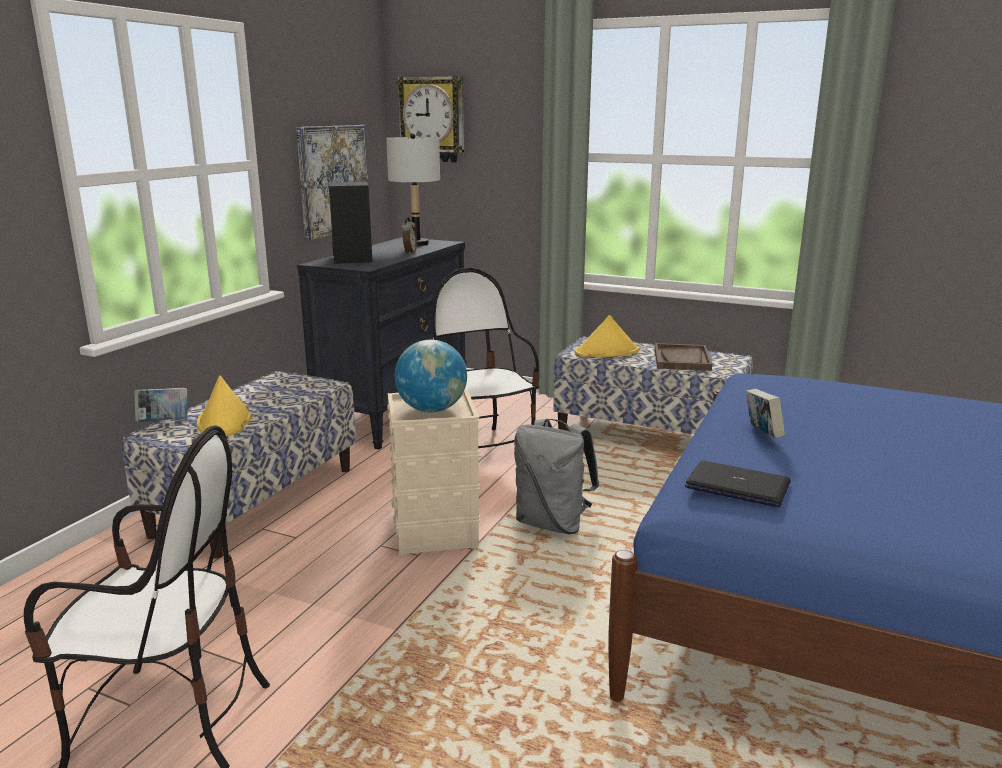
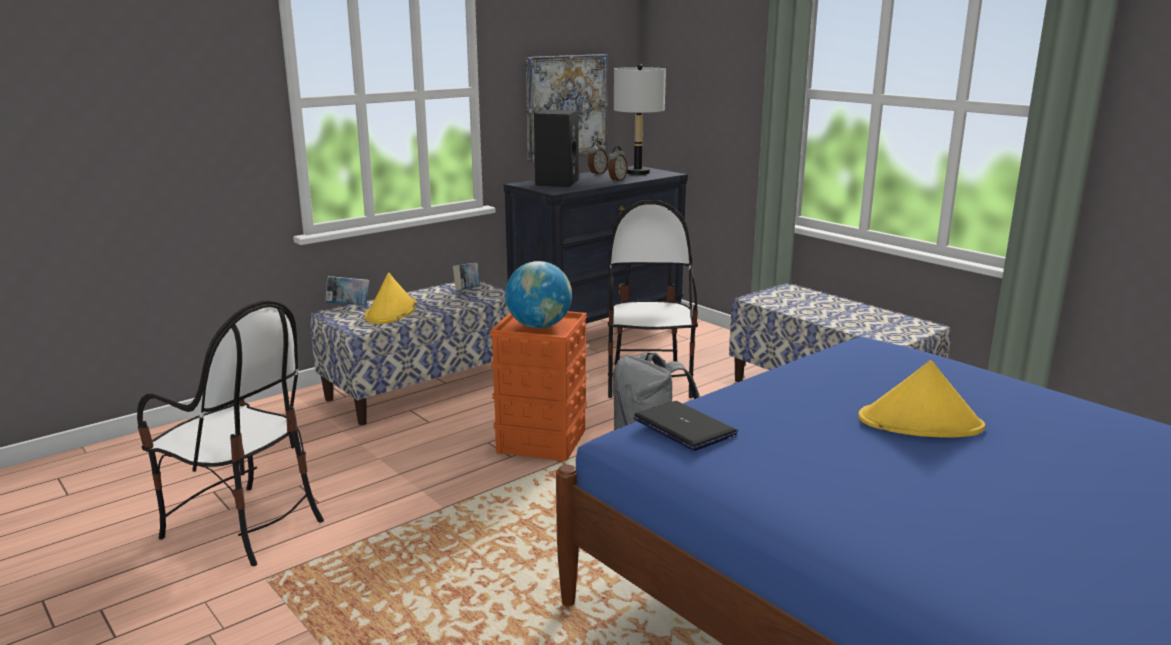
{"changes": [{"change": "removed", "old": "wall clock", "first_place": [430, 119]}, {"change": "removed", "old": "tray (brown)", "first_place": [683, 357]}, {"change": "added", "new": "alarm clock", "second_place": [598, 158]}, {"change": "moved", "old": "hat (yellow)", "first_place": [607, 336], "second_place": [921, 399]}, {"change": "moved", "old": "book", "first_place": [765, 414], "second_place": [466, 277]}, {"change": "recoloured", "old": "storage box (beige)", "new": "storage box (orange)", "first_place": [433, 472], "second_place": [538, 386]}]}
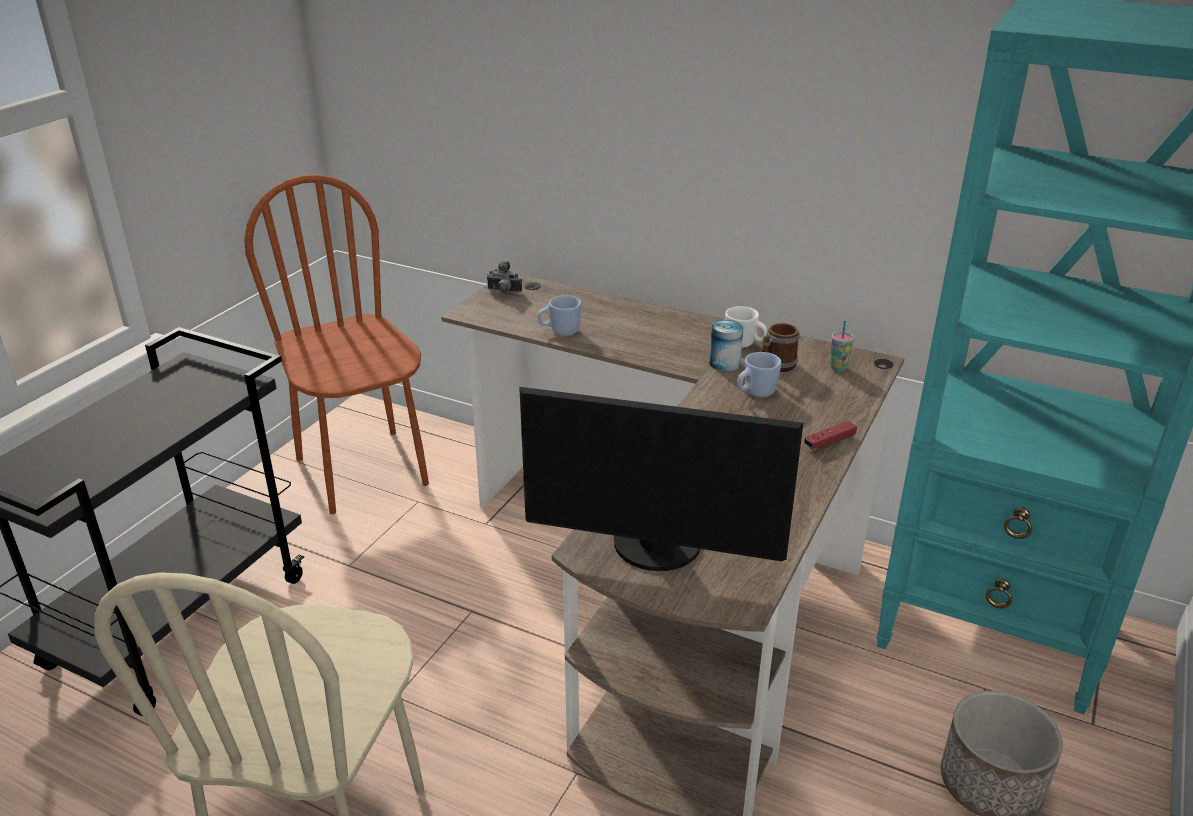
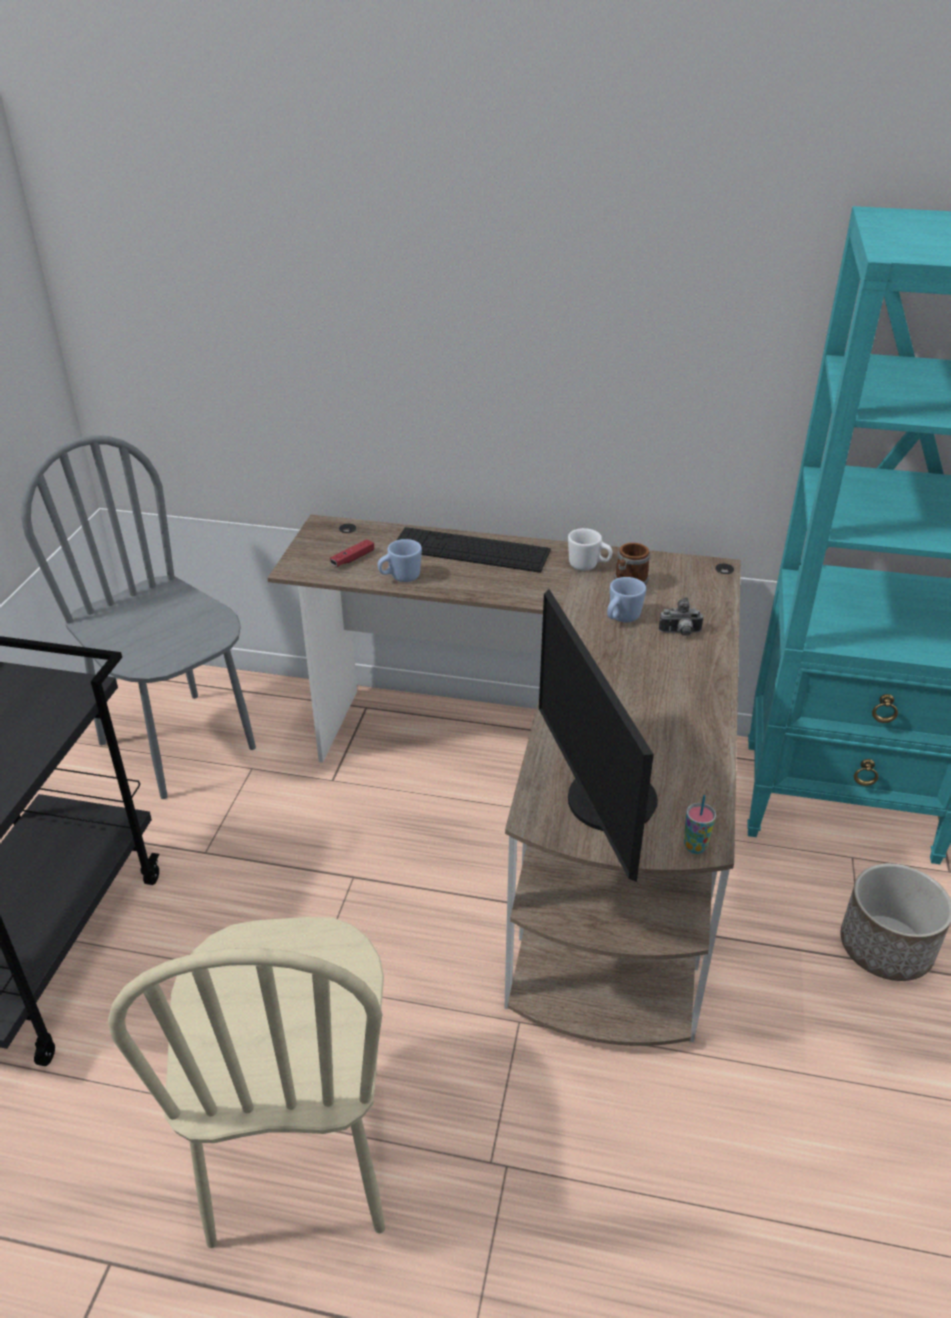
{"changes": [{"change": "removed", "old": "can", "first_place": [726, 345]}, {"change": "added", "new": "keyboard", "second_place": [474, 550]}, {"change": "moved", "old": "photo camera", "first_place": [504, 277], "second_place": [681, 616]}, {"change": "moved", "old": "game controller (red)", "first_place": [830, 435], "second_place": [352, 553]}, {"change": "moved", "old": "cup", "first_place": [842, 346], "second_place": [700, 824]}, {"change": "recoloured", "old": "chair (brown)", "new": "chair (grey)", "first_place": [336, 344], "second_place": [138, 617]}, {"change": "turned", "old": "monitor", "first_place": [661, 479], "second_place": [598, 735], "degrees": 75}]}
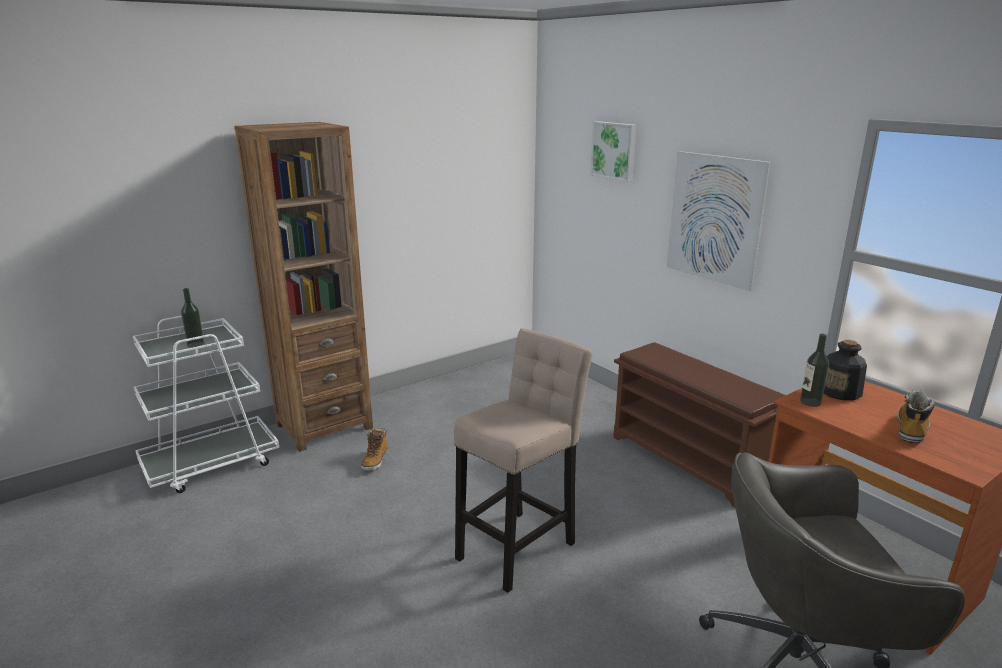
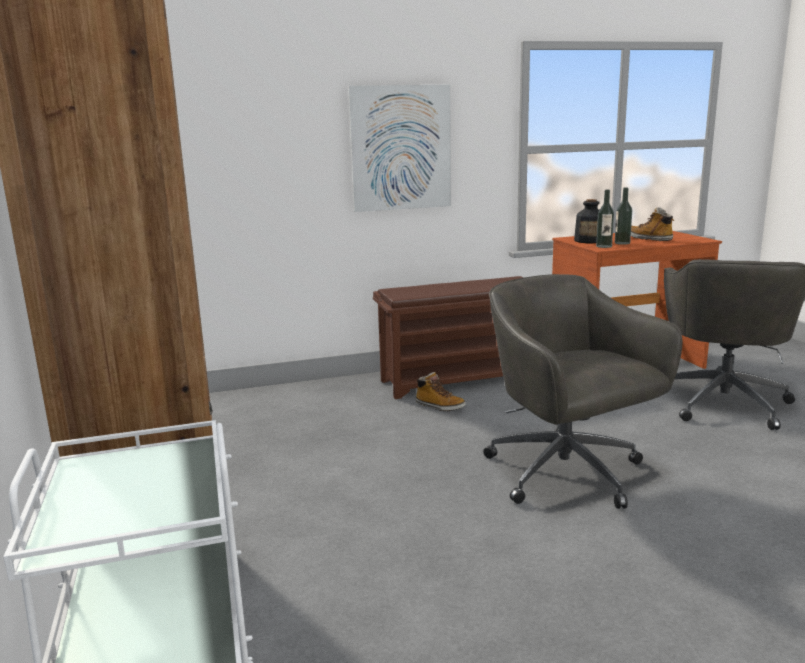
{"changes": [{"change": "removed", "old": "picture", "first_place": [613, 151]}, {"change": "moved", "old": "bottle", "first_place": [192, 318], "second_place": [623, 216]}, {"change": "moved", "old": "boot", "first_place": [374, 449], "second_place": [441, 391]}, {"change": "replaced", "old": "stool (beige)", "new": "office chair (grey)", "first_place": [523, 460], "second_place": [582, 391]}]}
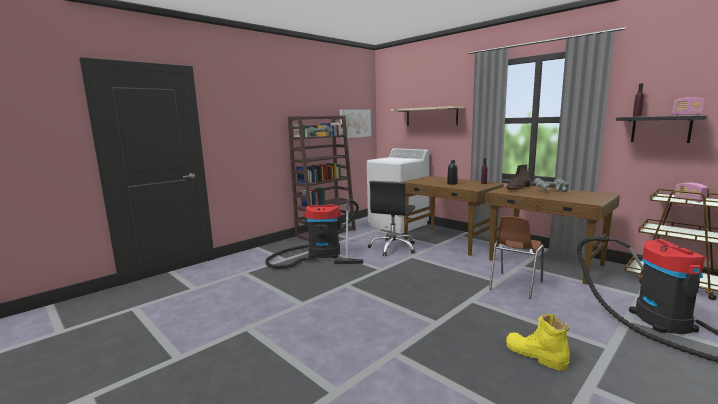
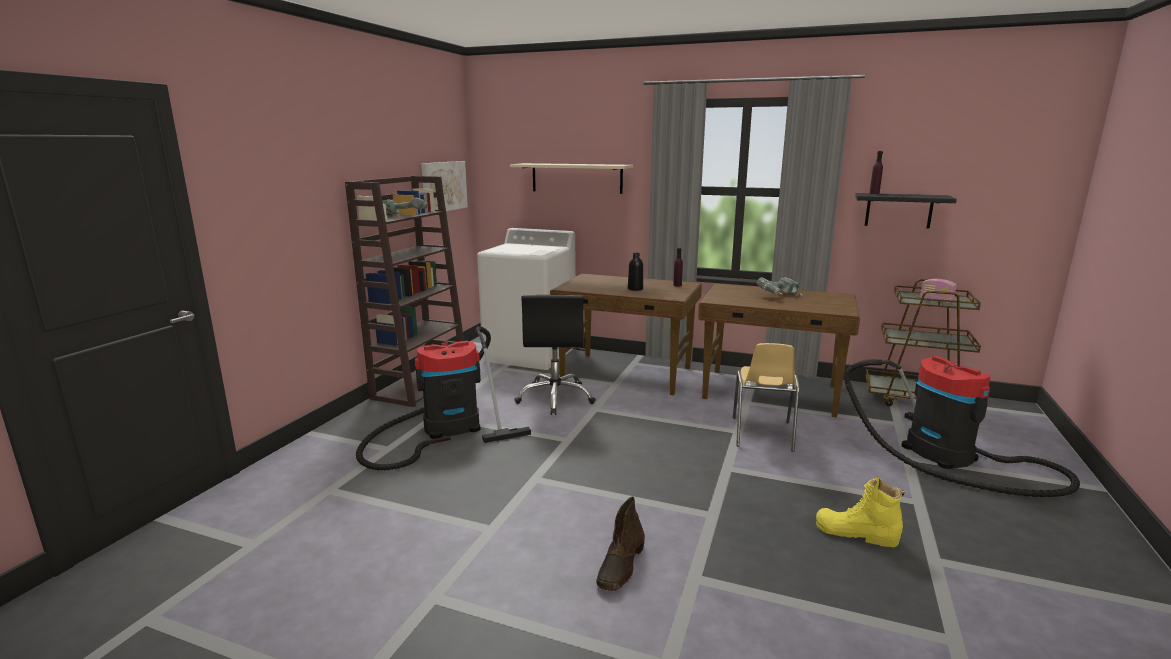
{"changes": [{"change": "removed", "old": "radio", "first_place": [688, 106]}, {"change": "moved", "old": "boot (brown)", "first_place": [518, 177], "second_place": [620, 543]}, {"change": "recoloured", "old": "chair (brown)", "new": "chair (yellow)", "first_place": [516, 257], "second_place": [766, 397]}]}
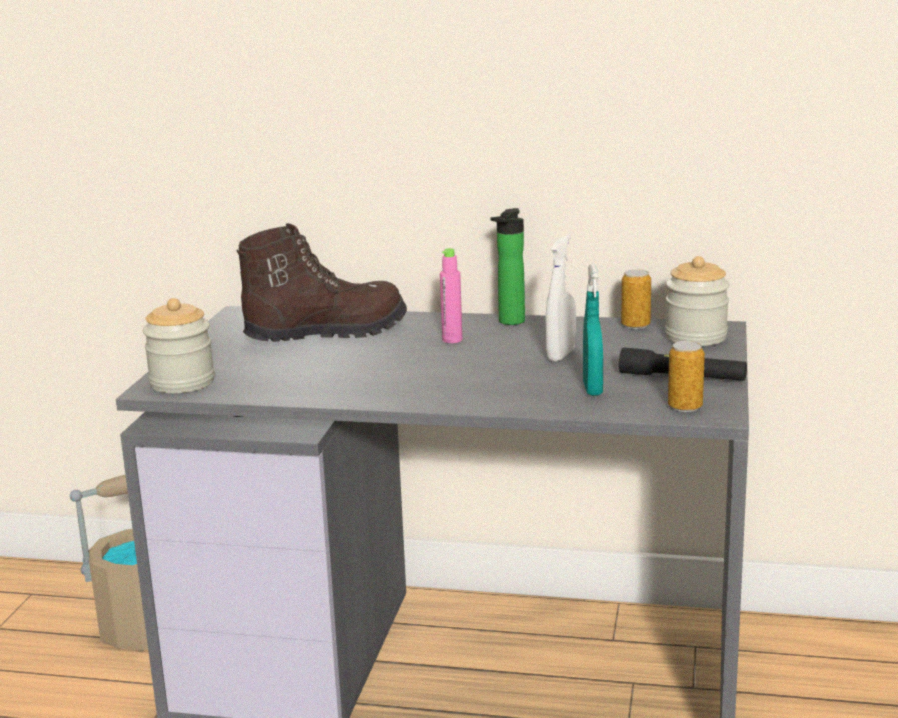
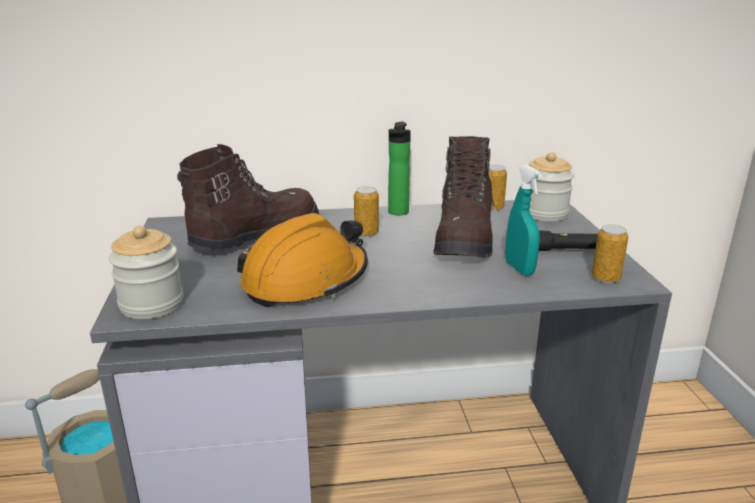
{"changes": [{"change": "added", "new": "hard hat (orange)", "second_place": [302, 260]}, {"change": "replaced", "old": "bottle (pink)", "new": "can", "first_place": [451, 295], "second_place": [366, 211]}, {"change": "replaced", "old": "spray bottle (white)", "new": "boot (brown)", "first_place": [560, 298], "second_place": [465, 197]}]}
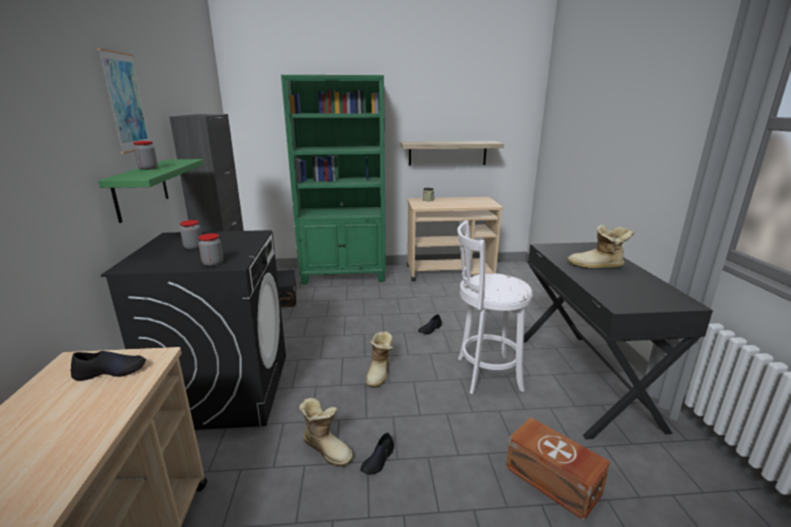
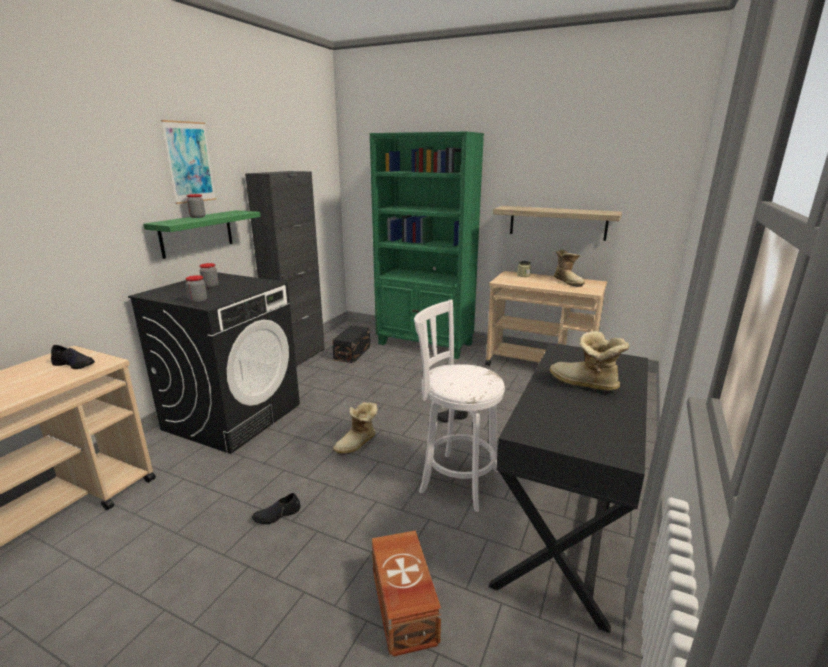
{"changes": [{"change": "moved", "old": "boot", "first_place": [326, 432], "second_place": [569, 268]}]}
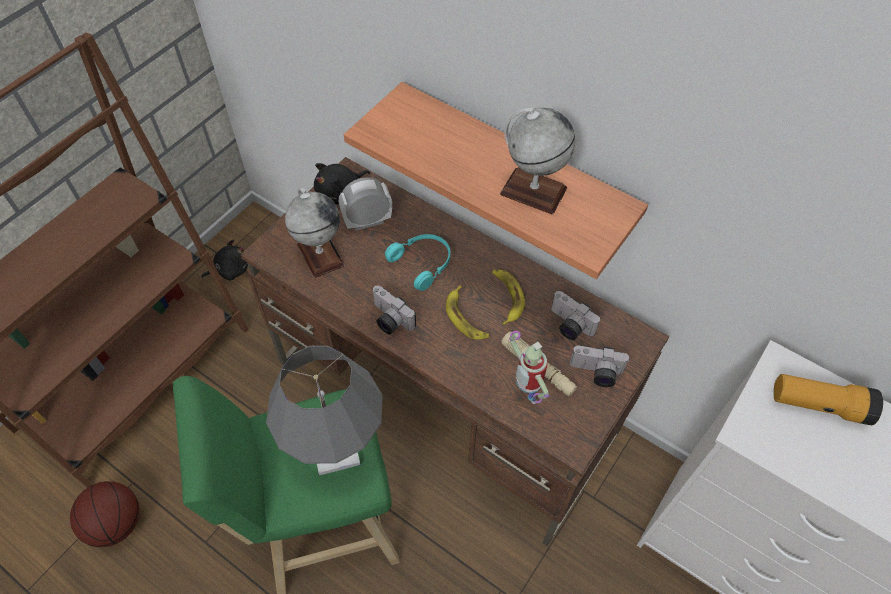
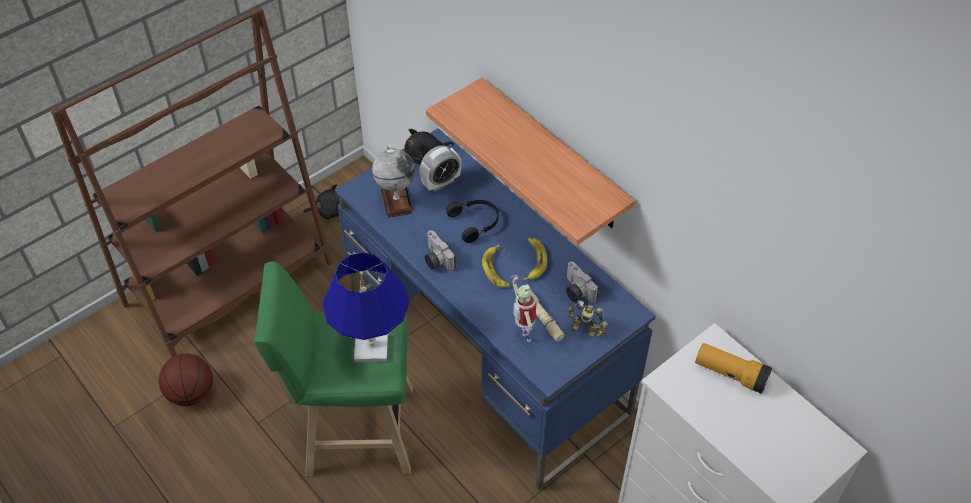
{"changes": [{"change": "removed", "old": "globe", "first_place": [537, 161]}, {"change": "replaced", "old": "photo camera", "new": "toy robot", "first_place": [600, 366], "second_place": [588, 319]}, {"change": "recoloured", "old": "desk (brown)", "new": "desk (blue)", "first_place": [454, 351], "second_place": [495, 309]}, {"change": "recoloured", "old": "table lamp (grey)", "new": "table lamp (blue)", "first_place": [324, 411], "second_place": [365, 307]}, {"change": "recoloured", "old": "headphones (turquoise)", "new": "headphones (black)", "first_place": [417, 262], "second_place": [472, 221]}, {"change": "turned", "old": "alarm clock", "first_place": [365, 203], "second_place": [440, 168], "degrees": 150}]}
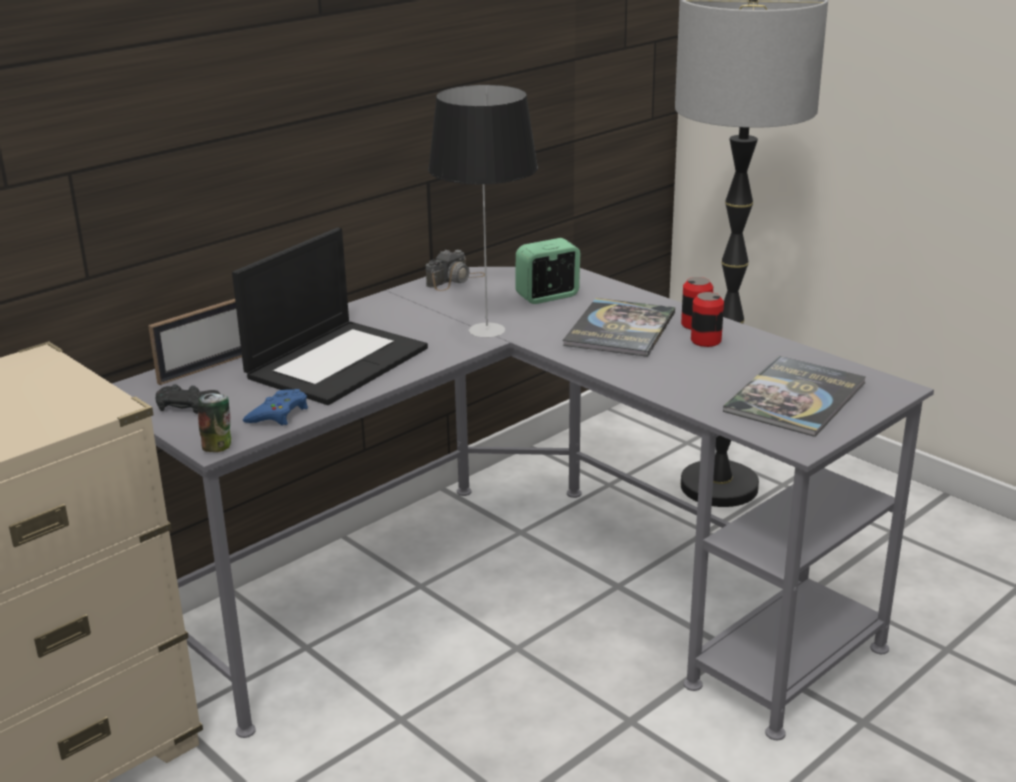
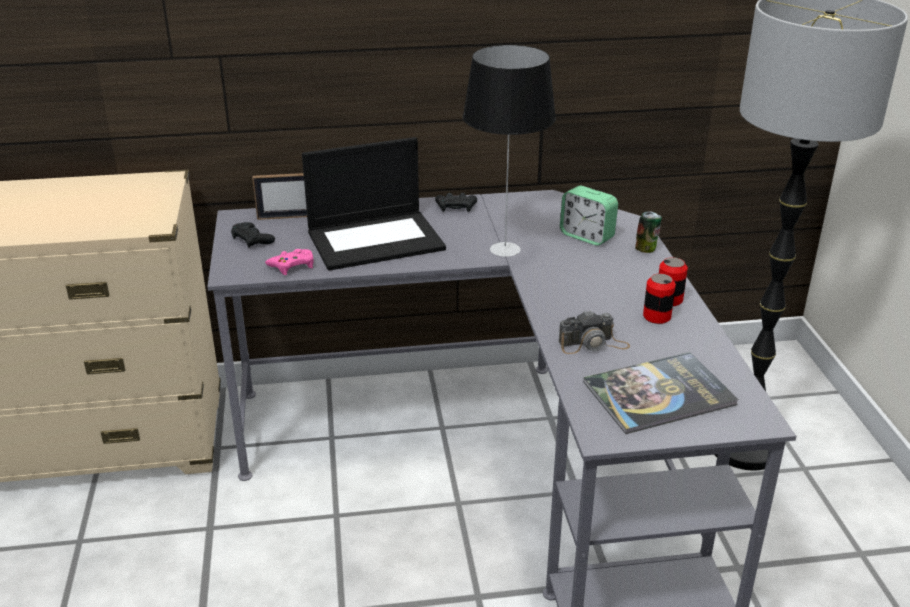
{"changes": [{"change": "removed", "old": "book", "first_place": [619, 327]}, {"change": "added", "new": "game controller (black)", "second_place": [456, 202]}, {"change": "moved", "old": "can", "first_place": [214, 422], "second_place": [648, 232]}, {"change": "moved", "old": "photo camera", "first_place": [455, 270], "second_place": [594, 332]}, {"change": "recoloured", "old": "game controller (blue)", "new": "game controller (pink)", "first_place": [275, 407], "second_place": [289, 262]}, {"change": "turned", "old": "alarm clock", "first_place": [547, 271], "second_place": [589, 216], "degrees": -150}]}
